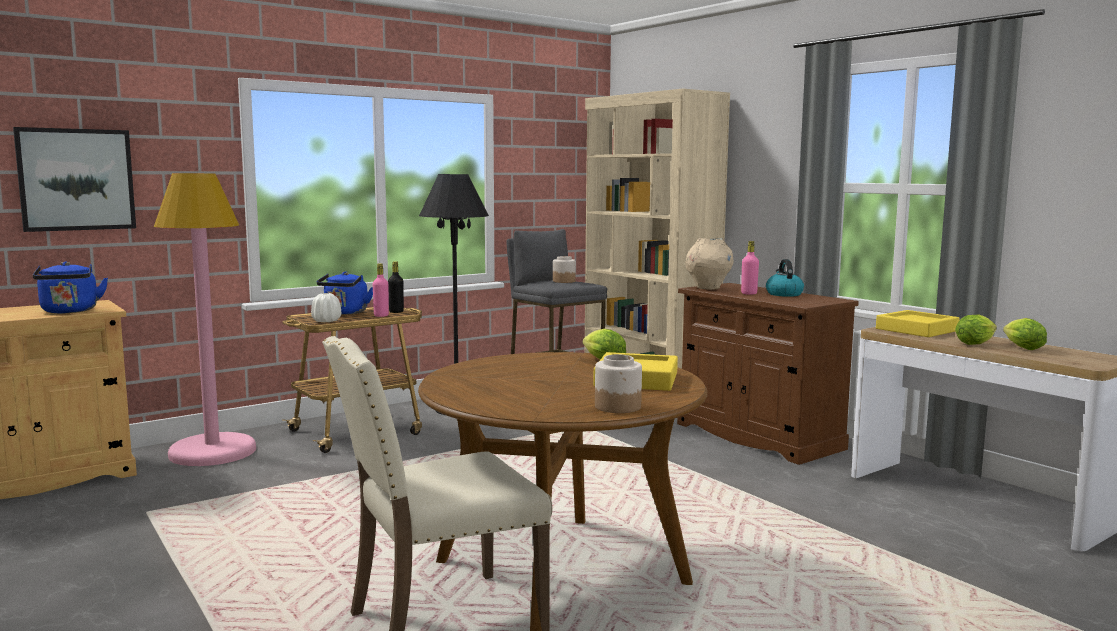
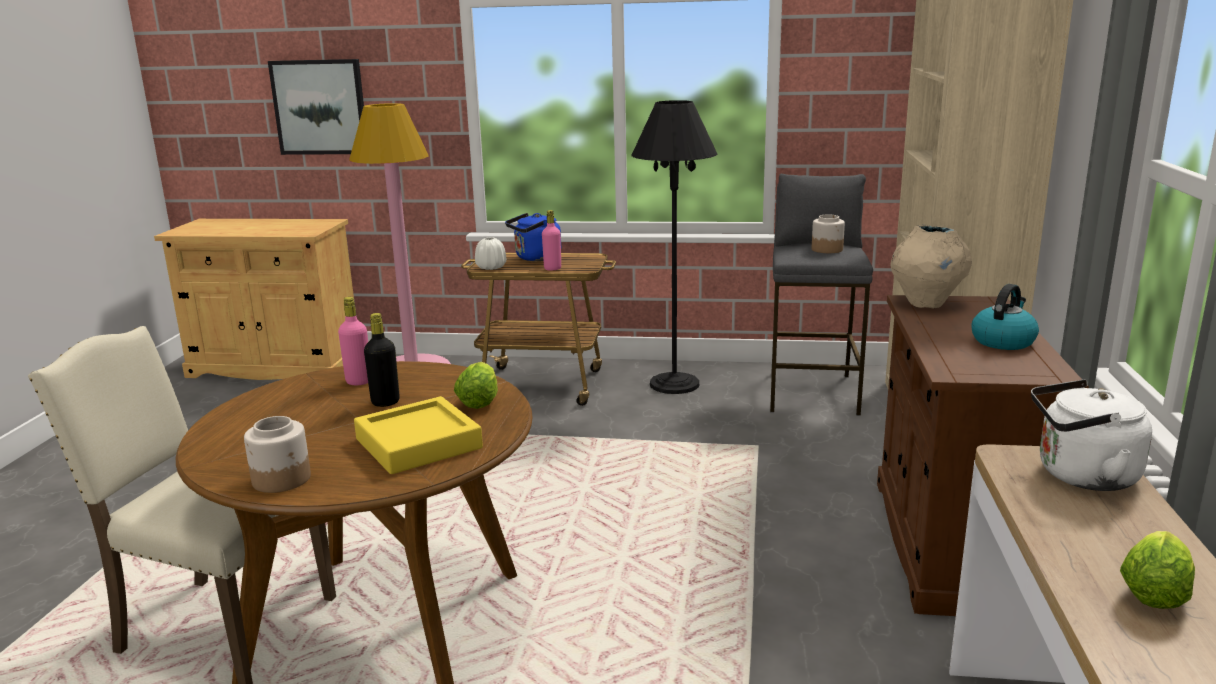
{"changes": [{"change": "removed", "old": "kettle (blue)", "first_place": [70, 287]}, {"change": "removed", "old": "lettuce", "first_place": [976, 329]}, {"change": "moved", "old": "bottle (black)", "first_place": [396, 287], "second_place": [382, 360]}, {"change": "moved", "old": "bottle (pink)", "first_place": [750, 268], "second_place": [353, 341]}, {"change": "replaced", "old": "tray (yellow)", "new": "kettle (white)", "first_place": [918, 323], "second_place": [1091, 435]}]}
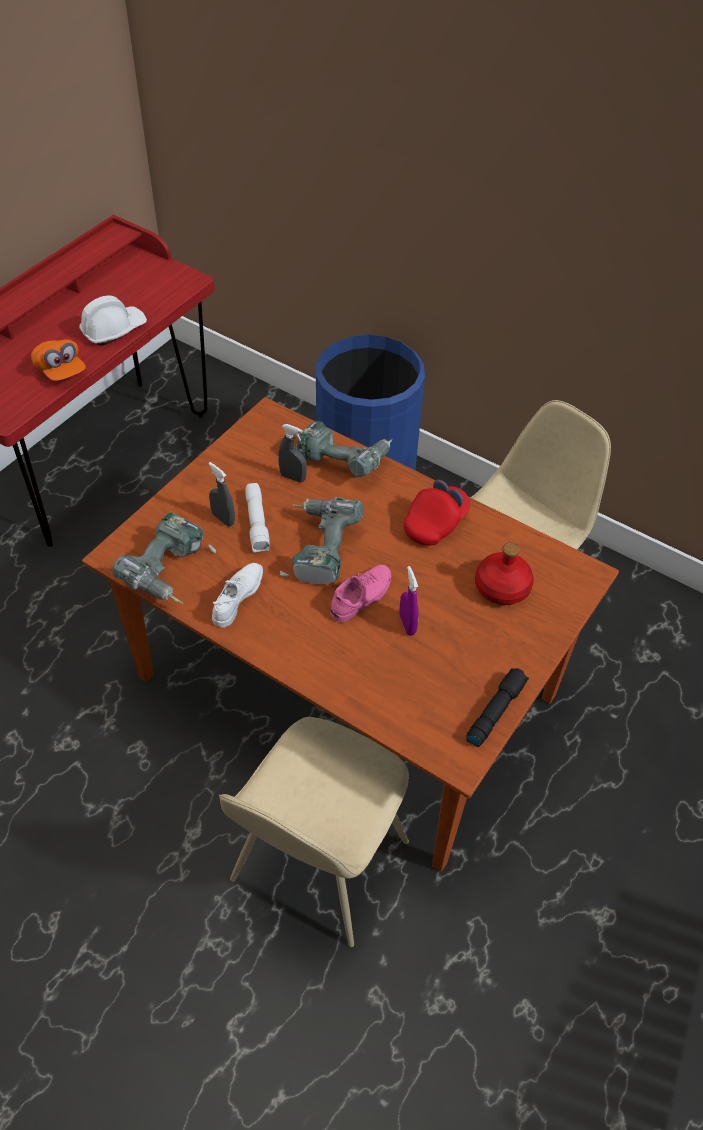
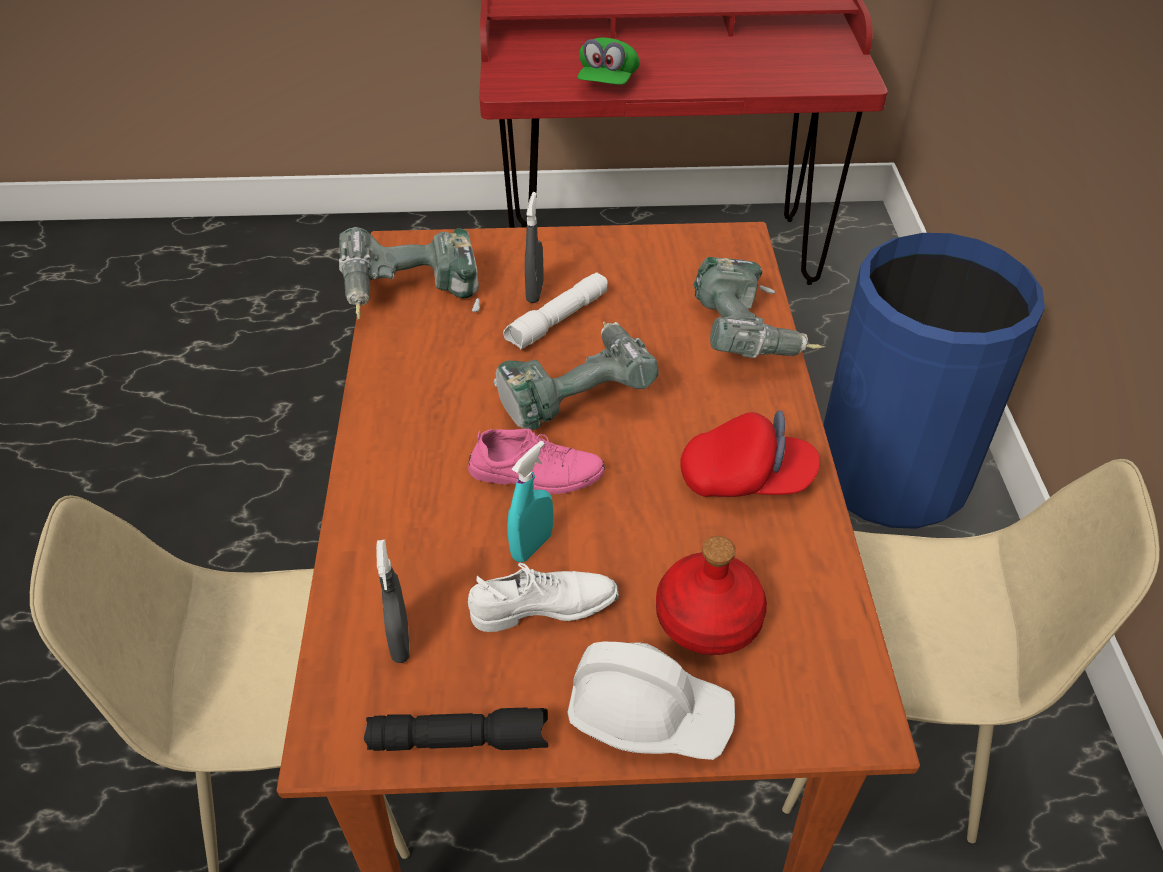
{"changes": [{"change": "moved", "old": "hard hat (white)", "first_place": [113, 321], "second_place": [651, 701]}, {"change": "moved", "old": "shoe (white)", "first_place": [237, 595], "second_place": [543, 597]}, {"change": "moved", "old": "spray bottle (grey)", "first_place": [292, 453], "second_place": [393, 601]}, {"change": "recoloured", "old": "cap (orange)", "new": "cap (green)", "first_place": [58, 360], "second_place": [608, 61]}, {"change": "recoloured", "old": "spray bottle (purple)", "new": "spray bottle (turquoise)", "first_place": [409, 601], "second_place": [530, 501]}]}
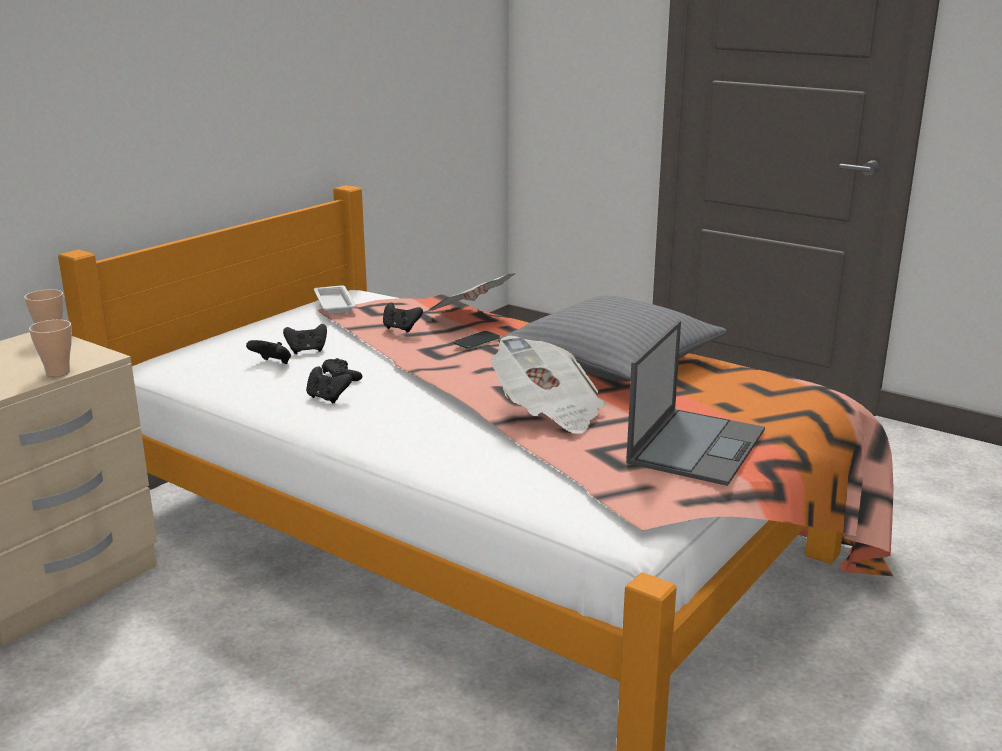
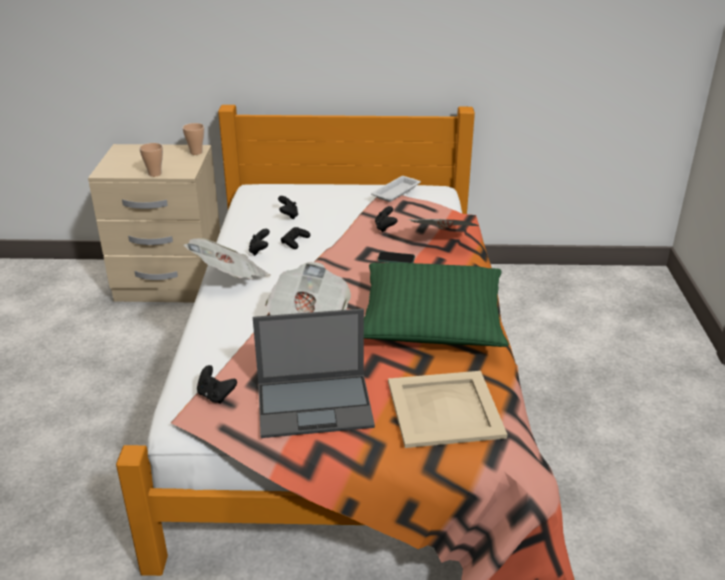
{"changes": [{"change": "added", "new": "newspaper", "second_place": [227, 258]}, {"change": "added", "new": "tray (beige)", "second_place": [448, 409]}, {"change": "moved", "old": "game controller (black)", "first_place": [305, 339], "second_place": [217, 384]}, {"change": "recoloured", "old": "pillow (grey)", "new": "pillow (green)", "first_place": [612, 338], "second_place": [436, 304]}]}
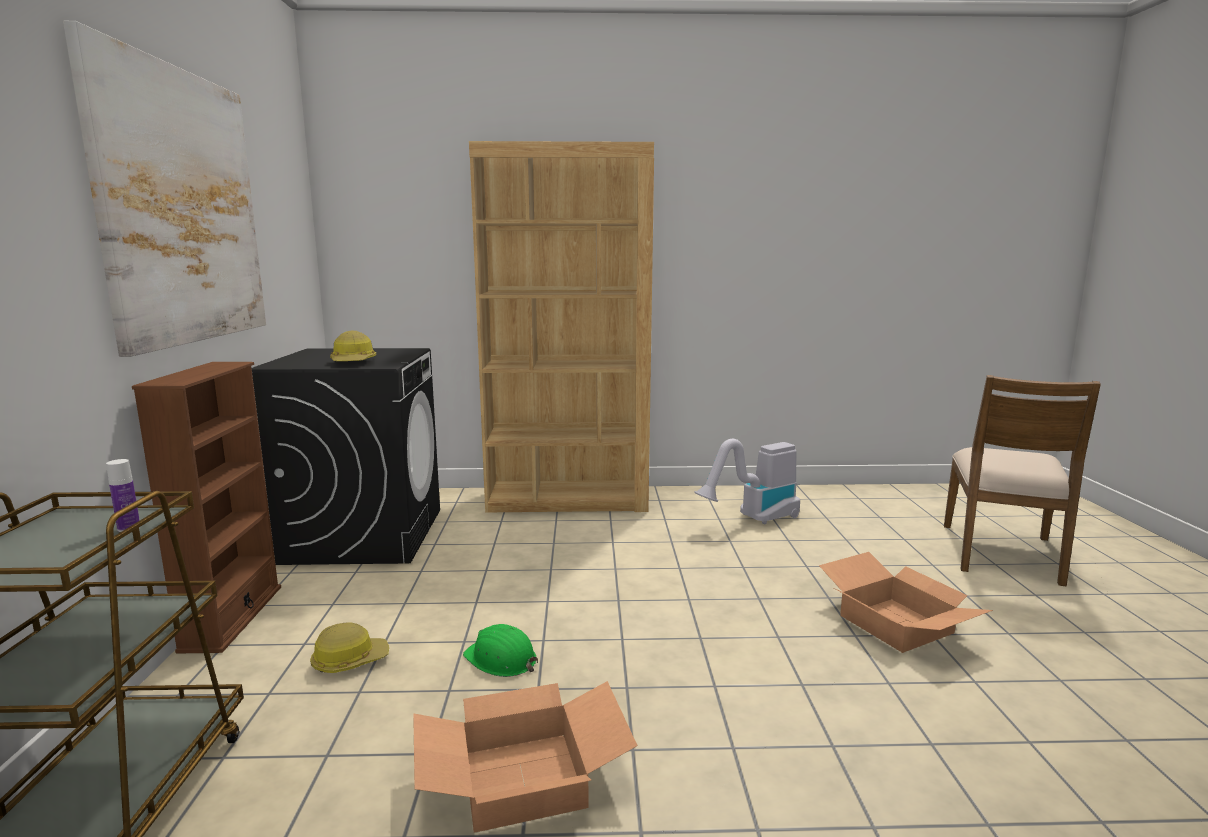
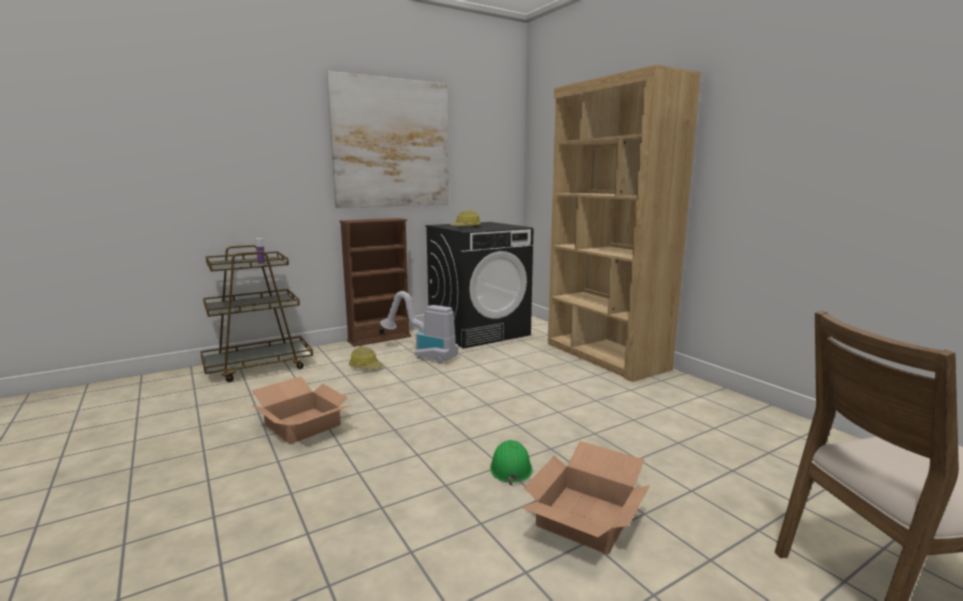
{"changes": [{"change": "moved", "old": "hard hat (green)", "first_place": [500, 650], "second_place": [511, 462]}, {"change": "moved", "old": "vacuum cleaner", "first_place": [747, 481], "second_place": [419, 327]}]}
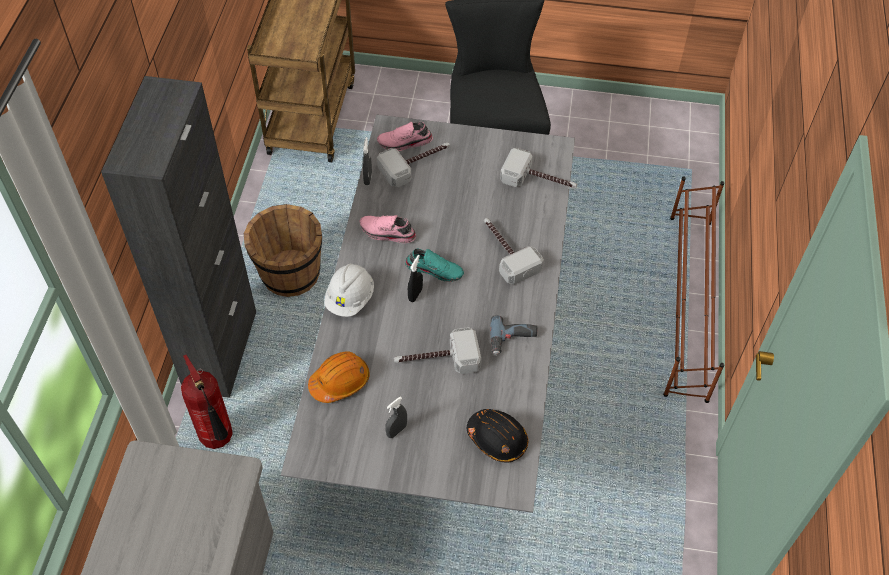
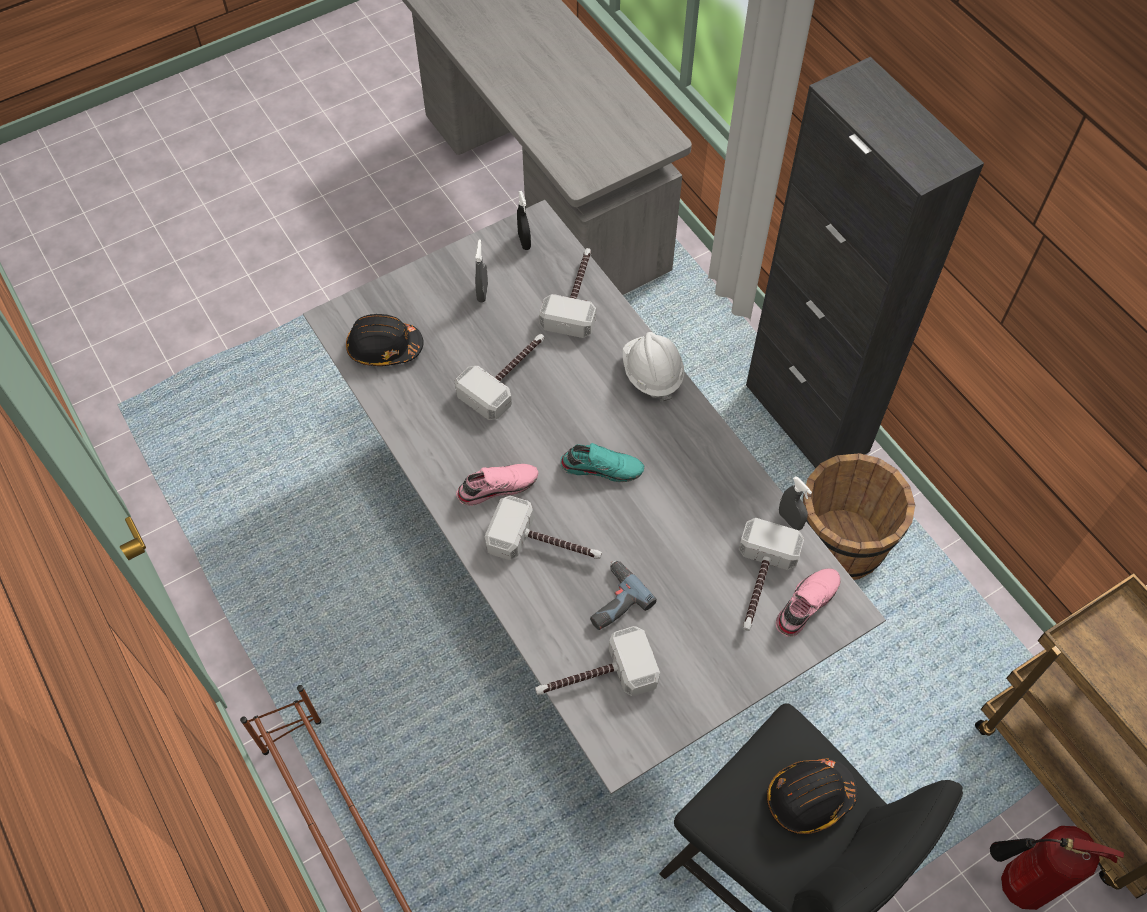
{"changes": [{"change": "added", "new": "hard hat (black)", "second_place": [812, 796]}, {"change": "moved", "old": "fire extinguisher", "first_place": [207, 402], "second_place": [1057, 868]}, {"change": "moved", "old": "shoe (pink)", "first_place": [387, 229], "second_place": [497, 485]}, {"change": "moved", "old": "spray bottle (black)", "first_place": [415, 278], "second_place": [524, 220]}, {"change": "moved", "old": "power drill", "first_place": [513, 335], "second_place": [623, 595]}, {"change": "replaced", "old": "hard hat (orange)", "new": "hammer", "first_place": [339, 377], "second_place": [567, 293]}, {"change": "turned", "old": "shoe (turquoise)", "first_place": [434, 265], "second_place": [602, 462], "degrees": -150}]}
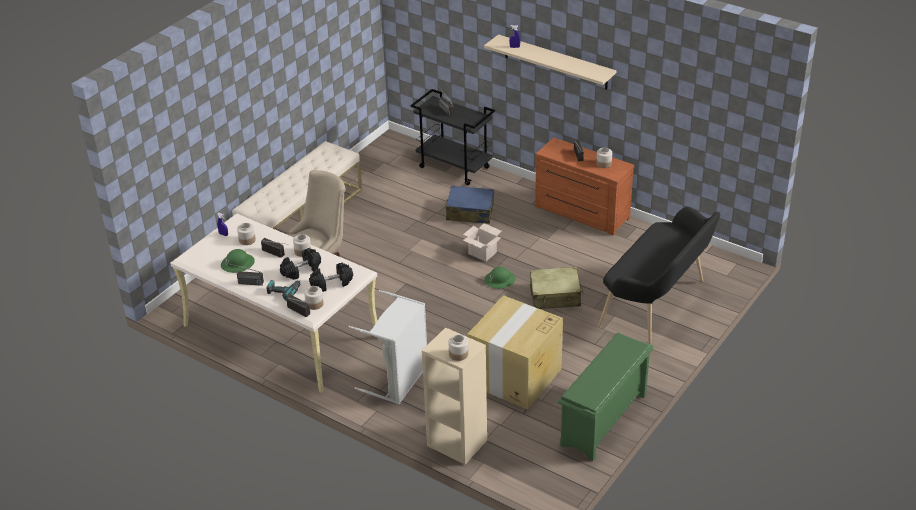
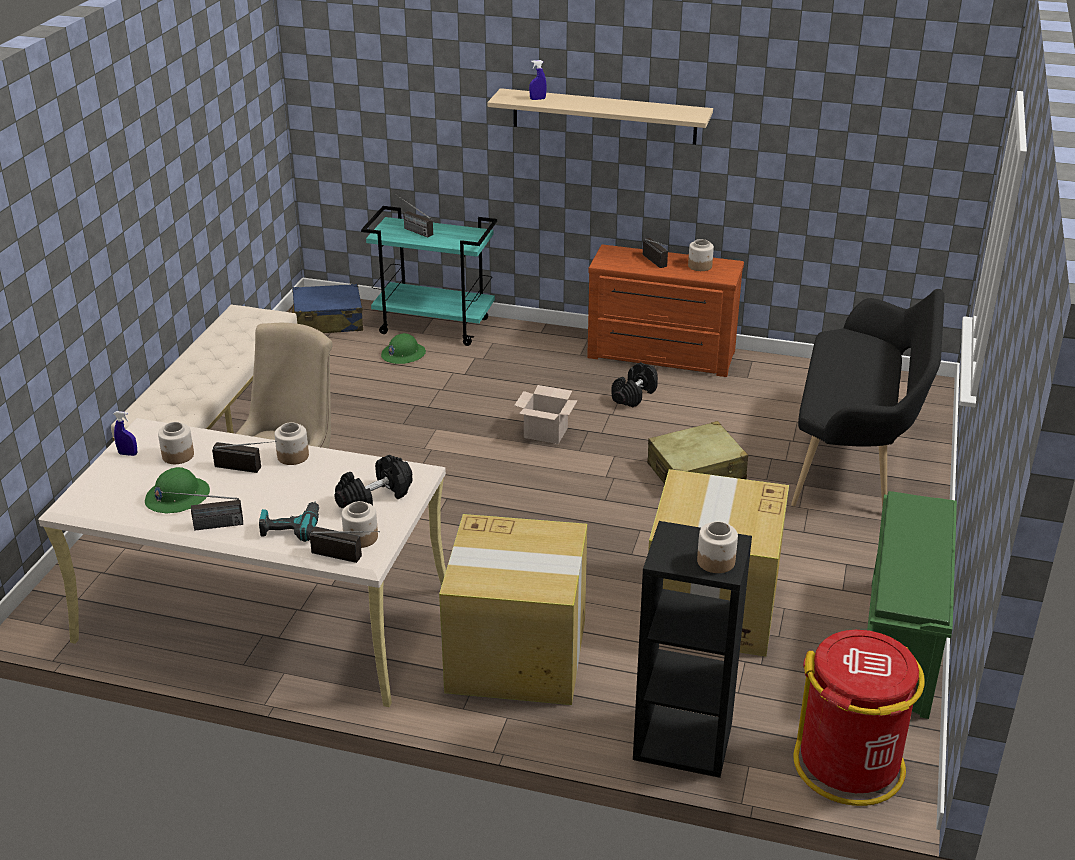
{"changes": [{"change": "added", "new": "trash can (red)", "second_place": [859, 718]}, {"change": "moved", "old": "dumbbell (black)", "first_place": [300, 264], "second_place": [634, 384]}, {"change": "moved", "old": "suitcase (blue)", "first_place": [469, 204], "second_place": [326, 308]}, {"change": "moved", "old": "hard hat (green)", "first_place": [499, 278], "second_place": [403, 348]}, {"change": "replaced", "old": "laundry basket (grey)", "new": "cardboard box", "first_place": [388, 347], "second_place": [513, 609]}, {"change": "recoloured", "old": "cart (black)", "new": "cart (turquoise)", "first_place": [452, 137], "second_place": [429, 276]}, {"change": "recoloured", "old": "bookcase (beige)", "new": "bookcase (black)", "first_place": [454, 396], "second_place": [692, 649]}]}
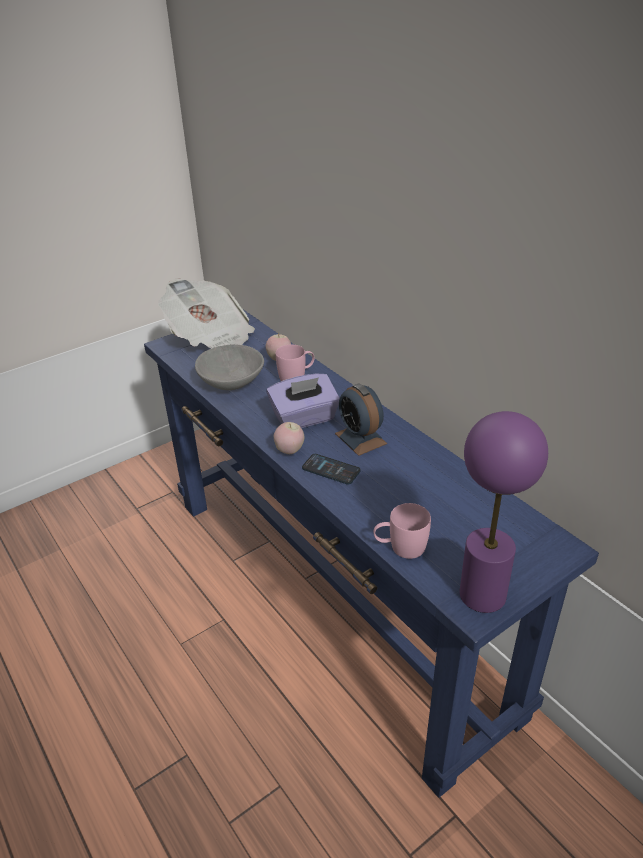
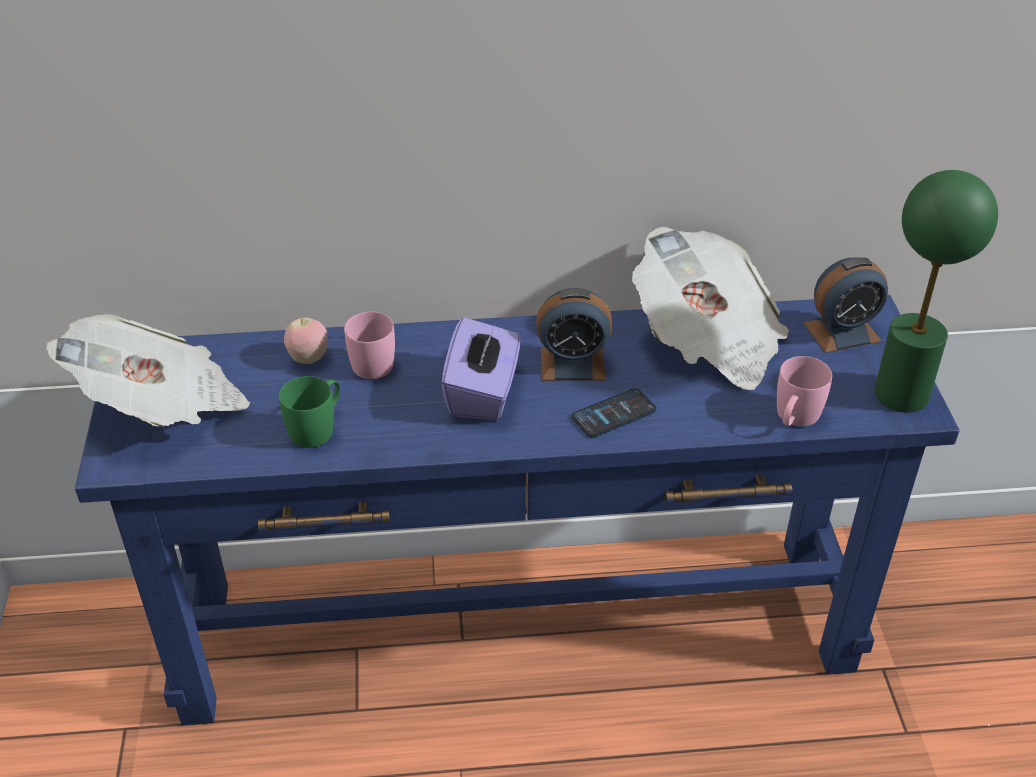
{"changes": [{"change": "removed", "old": "apple", "first_place": [289, 438]}, {"change": "added", "new": "newspaper", "second_place": [710, 308]}, {"change": "added", "new": "alarm clock", "second_place": [846, 305]}, {"change": "replaced", "old": "bowl (grey)", "new": "mug (green)", "first_place": [229, 367], "second_place": [309, 412]}, {"change": "recoloured", "old": "table lamp (purple)", "new": "table lamp (green)", "first_place": [503, 512], "second_place": [936, 291]}]}
